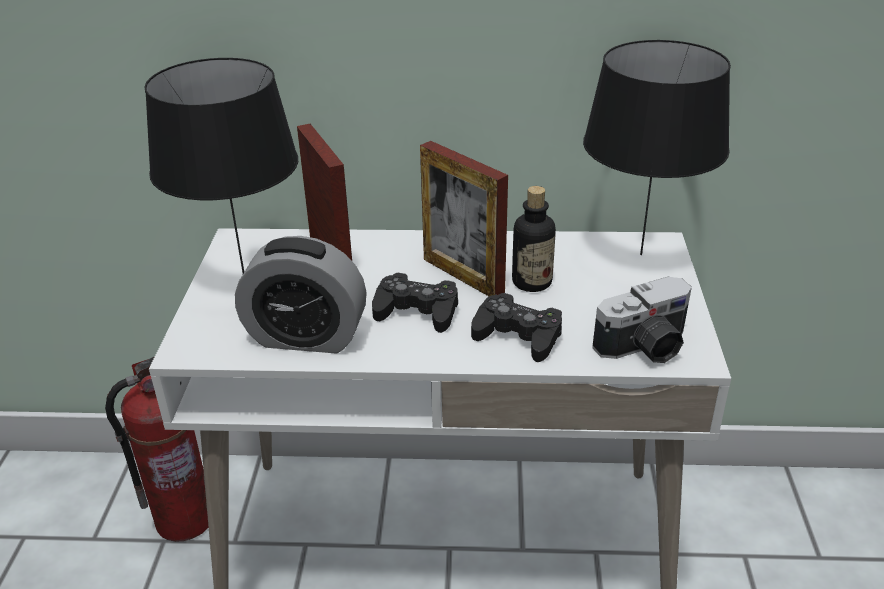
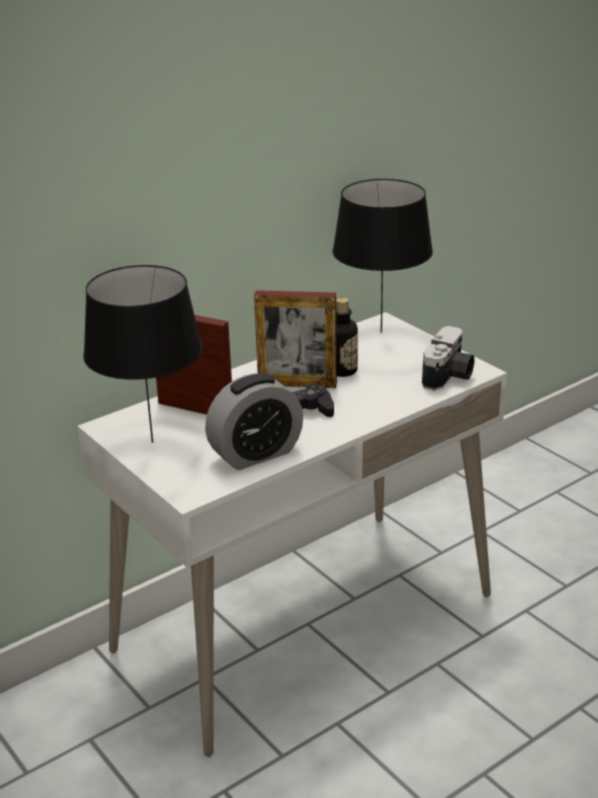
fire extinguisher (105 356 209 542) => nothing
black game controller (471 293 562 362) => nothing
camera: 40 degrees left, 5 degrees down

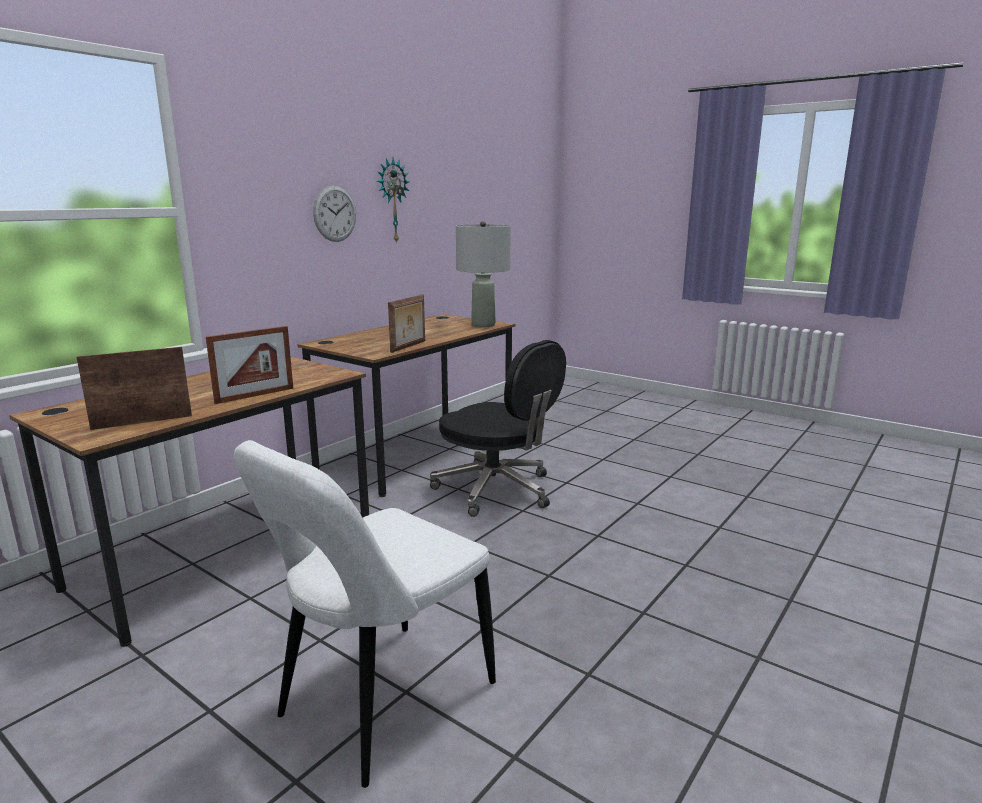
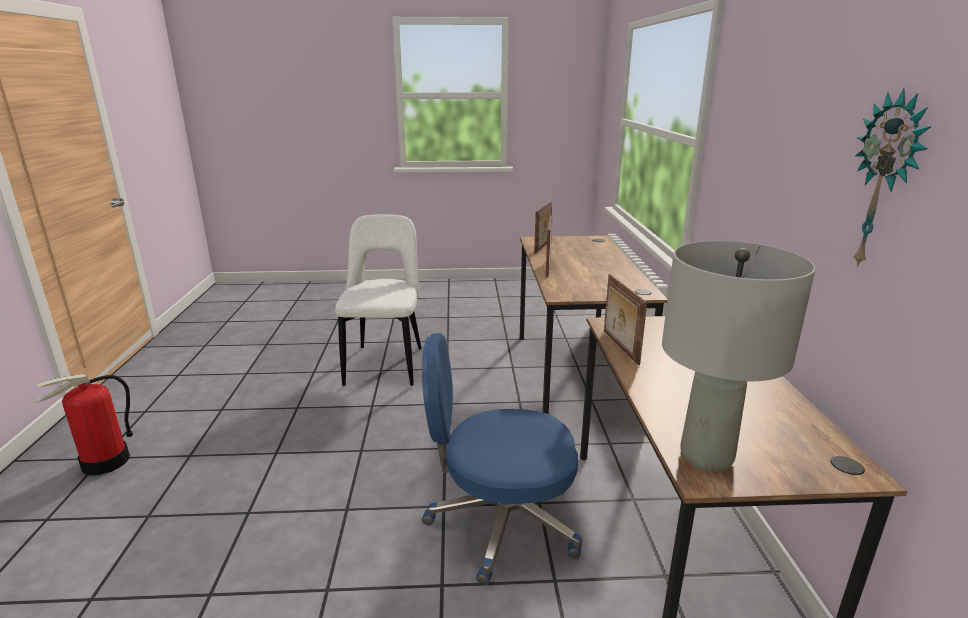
nothing => fire extinguisher (35 374 133 476)
black office chair (430 340 566 517) => blue office chair (422 333 582 585)
wall clock (313 186 356 242) => nothing
camera: 140 degrees right, 5 degrees up

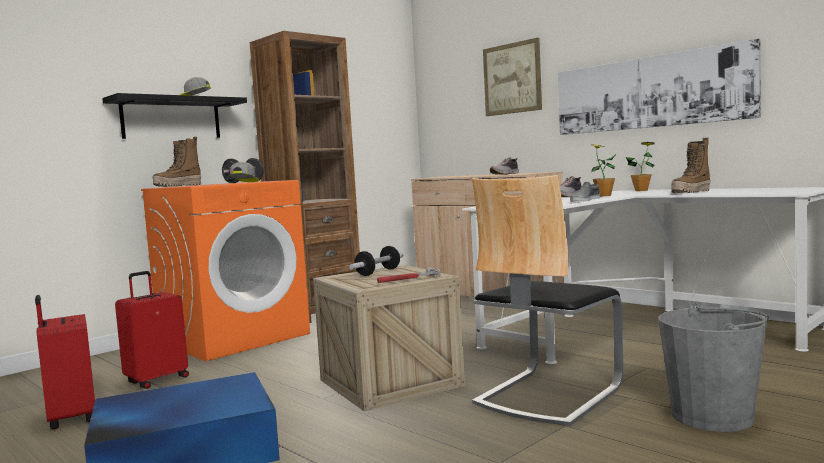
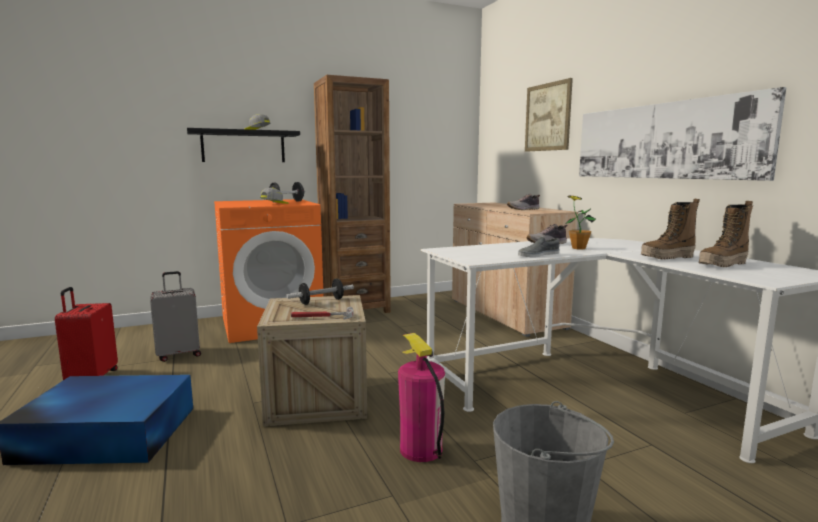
red suitcase (115 271 189 389) => grey suitcase (150 271 201 362)
chair (472 175 623 426) => fire extinguisher (398 333 445 462)
boot (153 137 201 187) => boot (699 201 753 267), relocated
potted plant (626 142 654 191) => nothing
camera: 20 degrees right, 5 degrees up

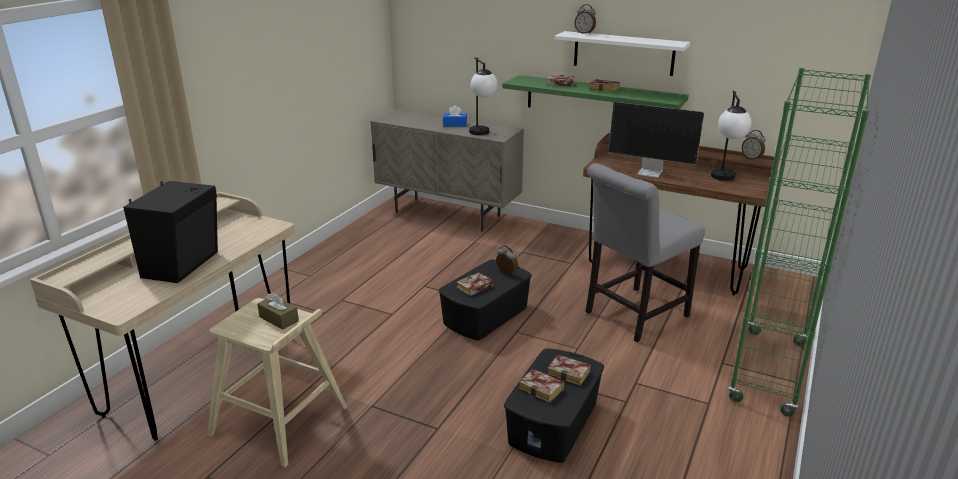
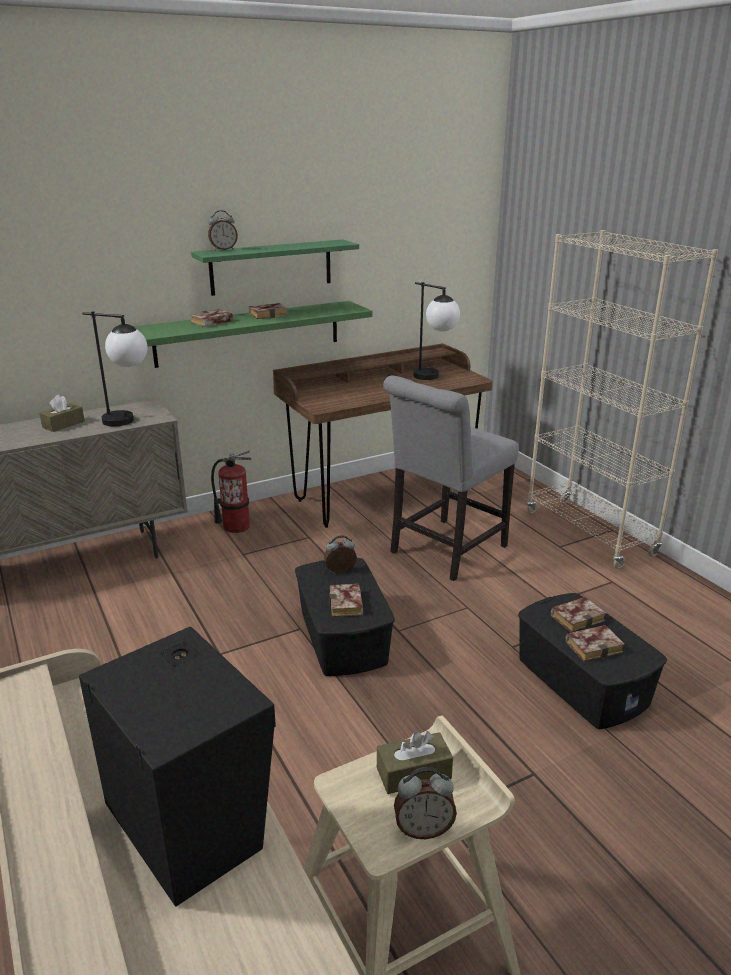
blue tissue box (443 105 467 127) => brown tissue box (39 395 85 432)
white shelf (554 31 690 76) => green shelf (191 239 359 296)
nothing => fire extinguisher (211 450 251 533)
grey chair (586 163 705 342) => grey chair (383 375 519 581), 45 degrees clockwise
alarm clock (742 130 766 161) => alarm clock (394 767 457 839), relocated
green bookcase (728 68 871 416) => beige bookcase (526 230 718 569)
monitor (608 102 705 178) => nothing
camera: 55 degrees left, 0 degrees up

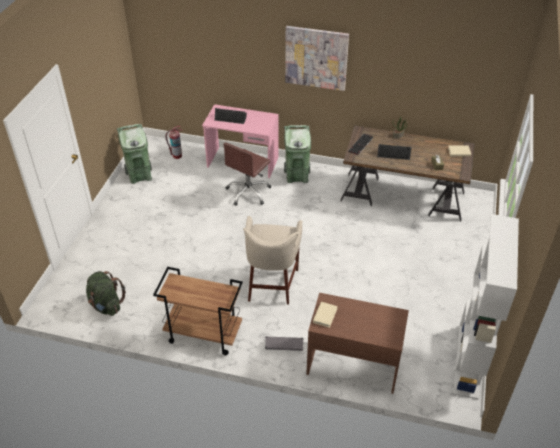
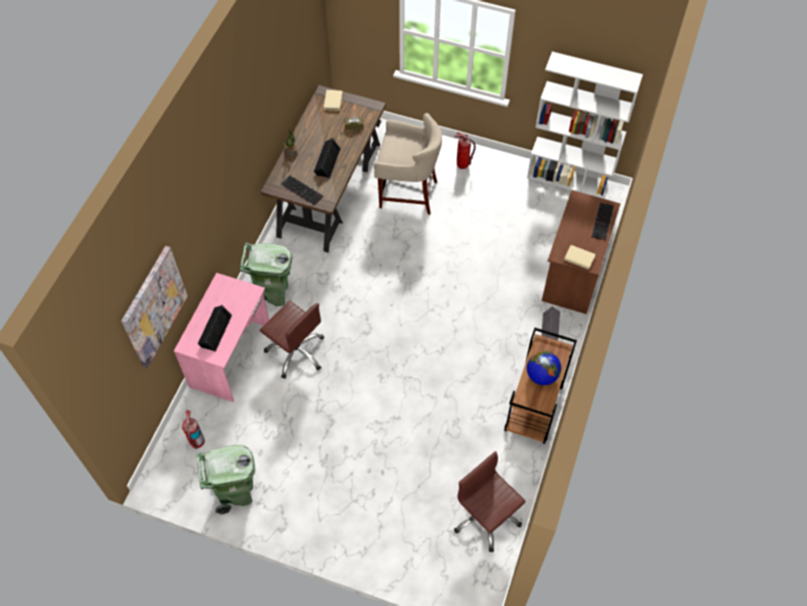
picture (285 26 349 91) => picture (121 246 187 368), relocated
beige stool (243 216 303 304) => beige stool (374 113 442 215), relocated
nothing => fire extinguisher (454 132 476 169)
green backpack (86 271 126 316) => brown office chair (454 451 526 552)
nothing => globe (527 351 561 385)
nothing => keyboard (592 203 614 241)
camera: 85 degrees left, 15 degrees up

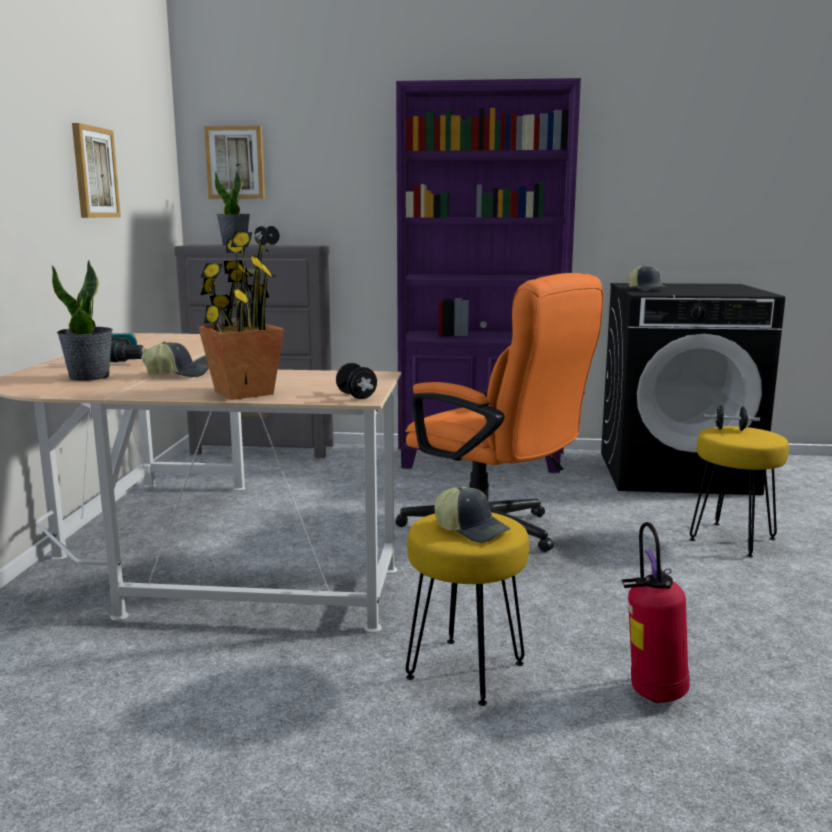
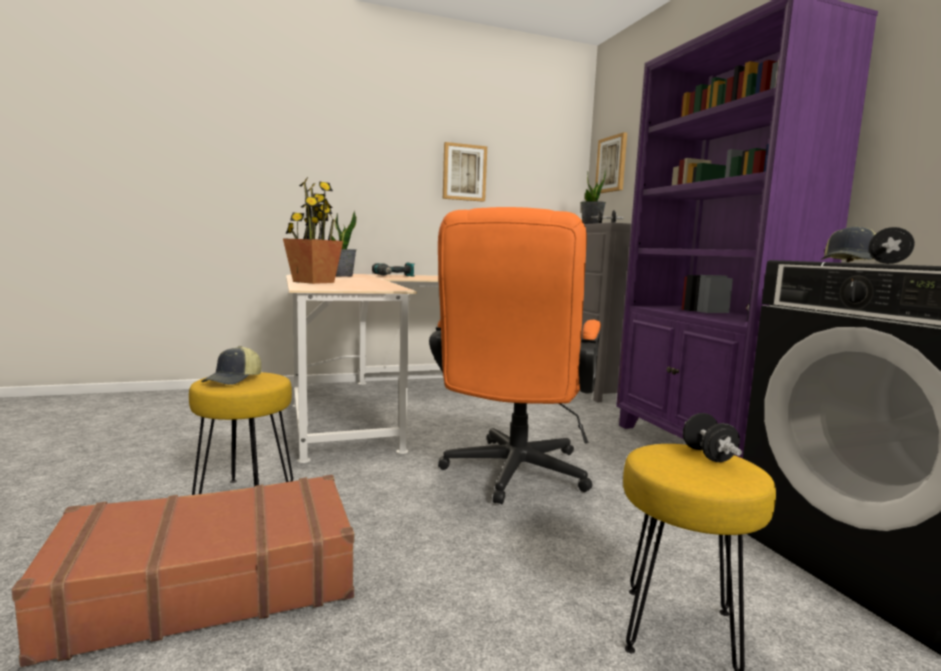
fire extinguisher (622 522 690 703) => brown suitcase (12 475 354 667)
black dumbbell (336 363 377 399) => black dumbbell (869 227 915 264), relocated
cap (141 342 209 377) => nothing
camera: 65 degrees right, 5 degrees down

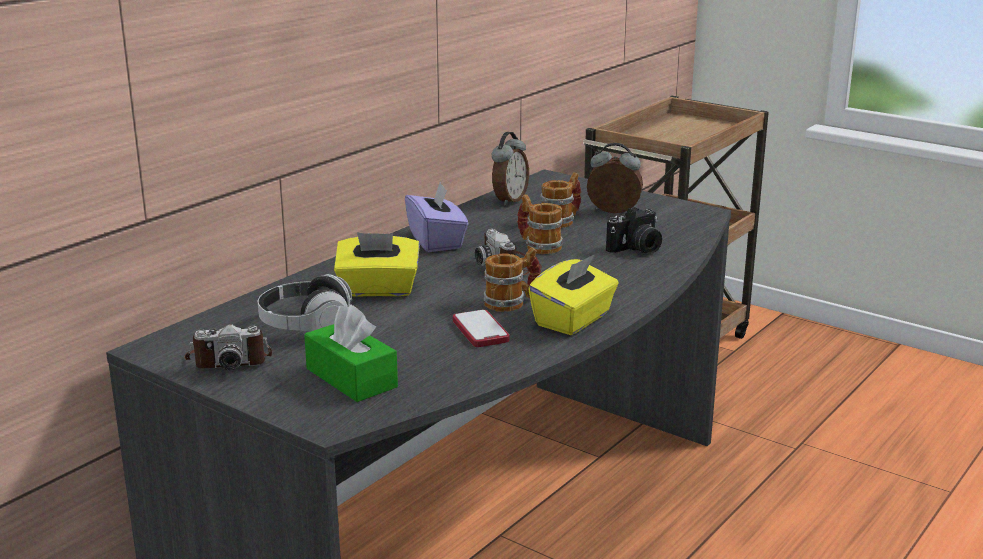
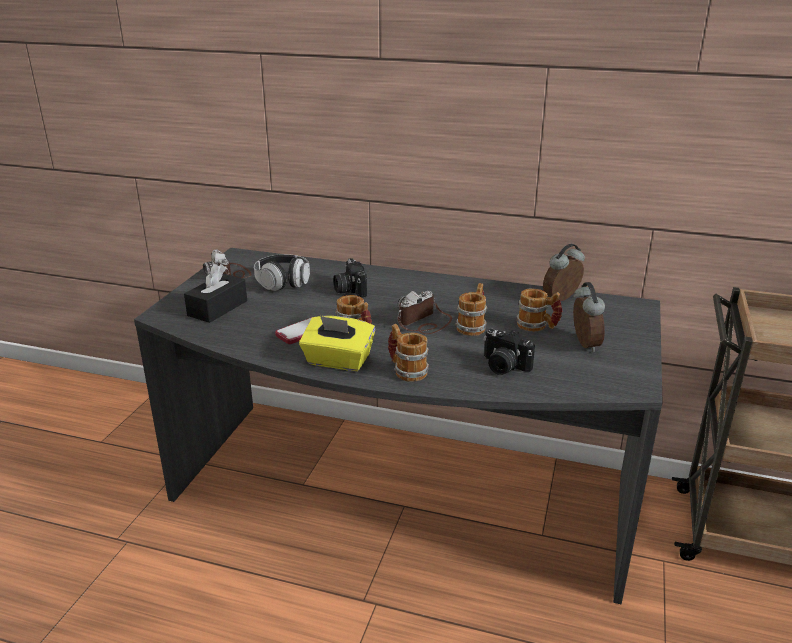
green tissue box (304 304 398 402) => black tissue box (184 264 247 323)
yellow tissue box (334 232 420 297) => photo camera (333 258 367 298)
nothing => mug (388 324 429 382)
alarm clock (492 132 529 206) => alarm clock (543 244 585 301), 135 degrees clockwise
purple tissue box (405 182 468 252) => nothing
camera: 70 degrees right, 5 degrees up

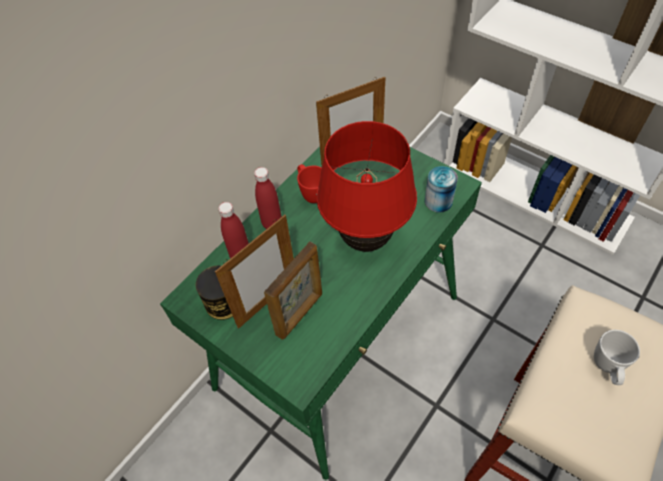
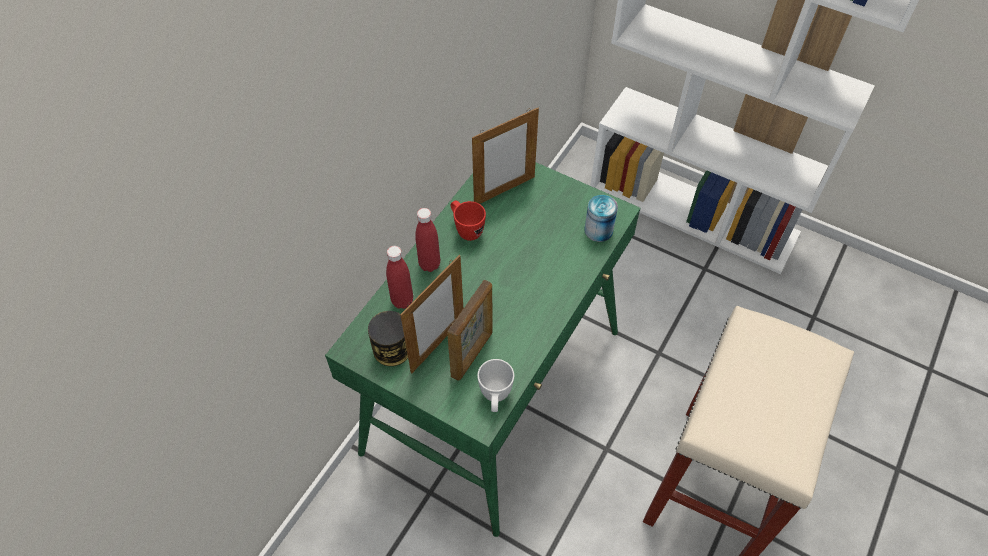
white mug (594 330 640 385) => white mug (477 359 514 412), relocated
red table lamp (317 121 417 252) => nothing
camera: 10 degrees left, 0 degrees up

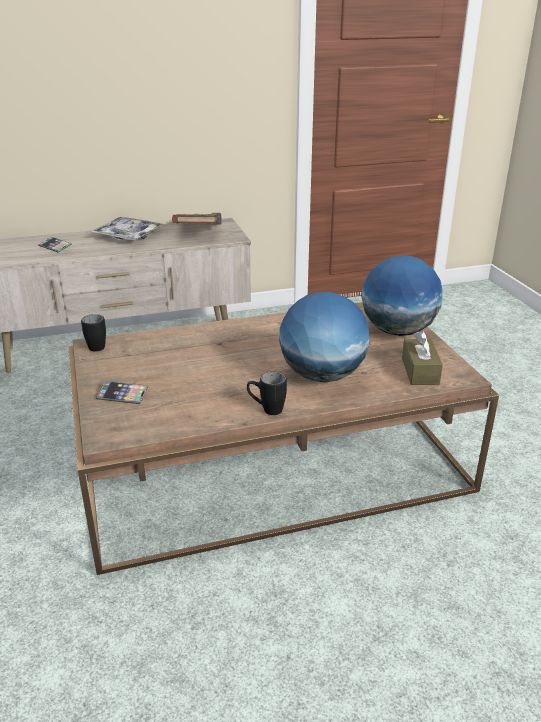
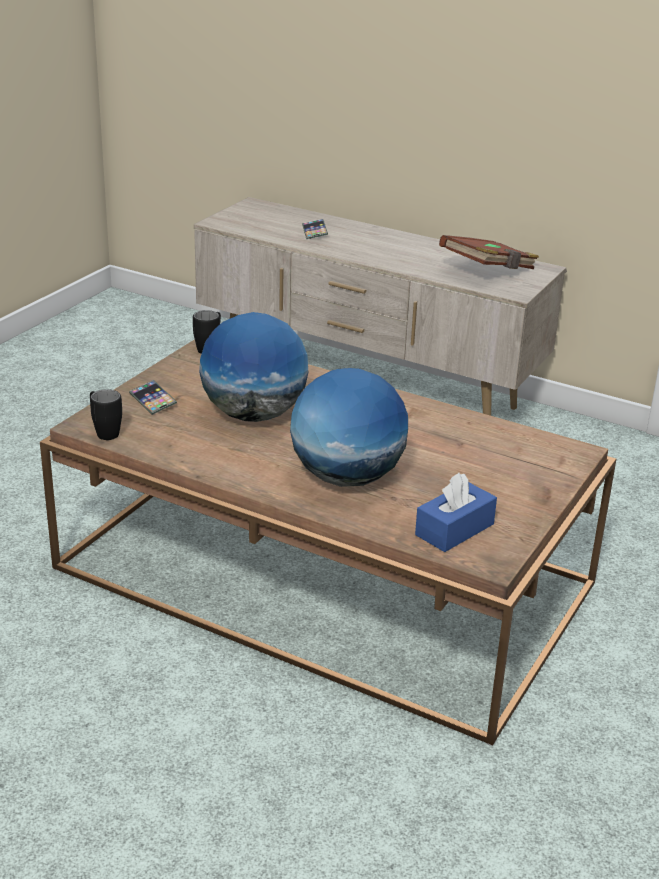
black mug (247 372 287 415) => black mug (90 389 122 440), relocated
globe (361 255 443 336) => globe (199 312 308 422), relocated
brown tissue box (402 331 443 385) => blue tissue box (415 473 497 552)
tray (91 217 163 240) => nothing
camera: 45 degrees right, 0 degrees up

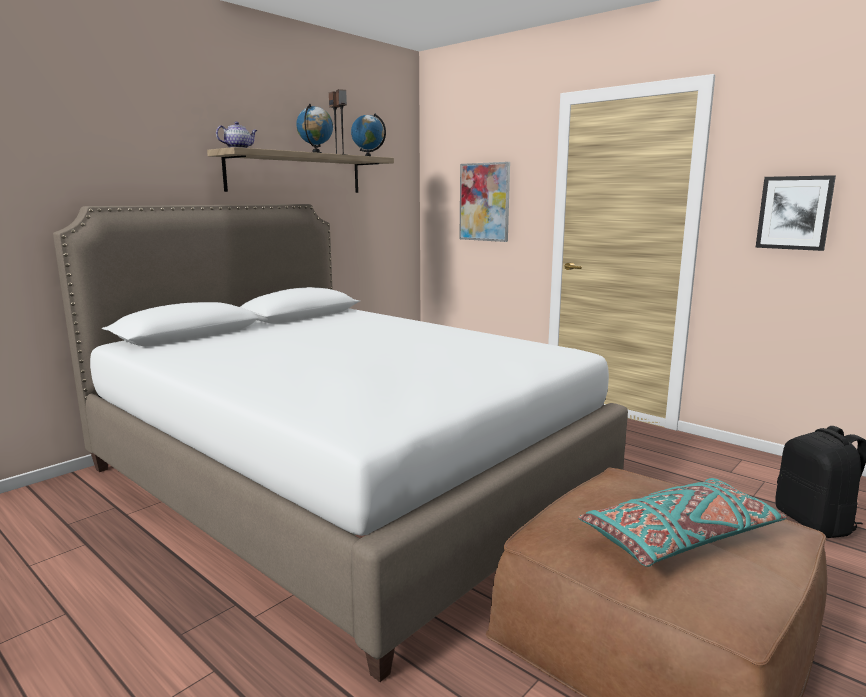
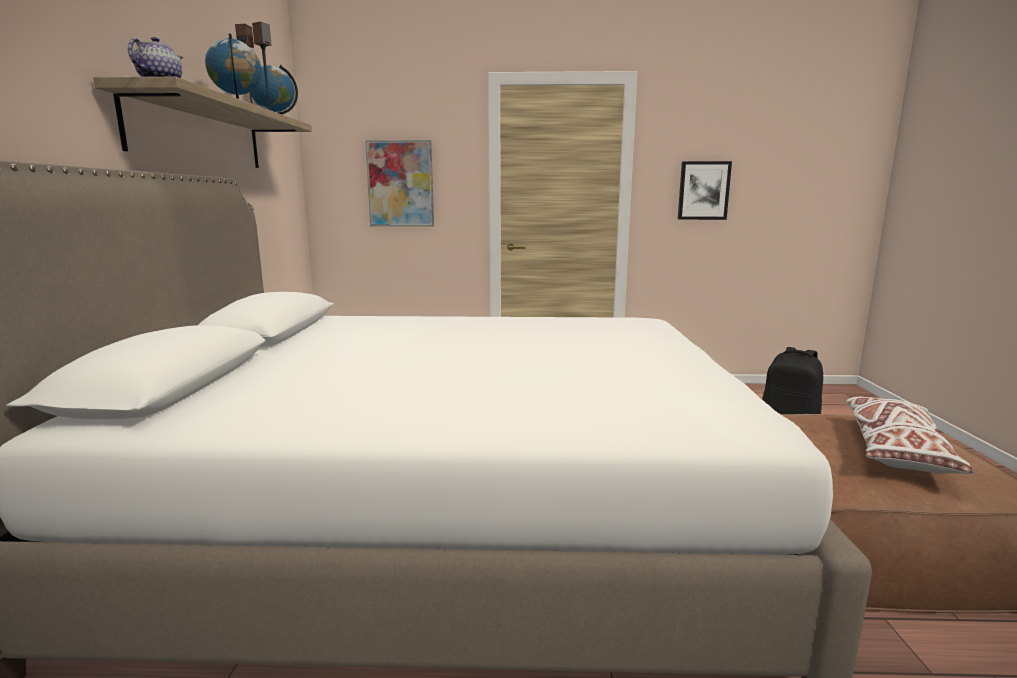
turquoise pillow (578 478 787 567) => white pillow (847 397 974 474)
camera: 40 degrees left, 0 degrees up

